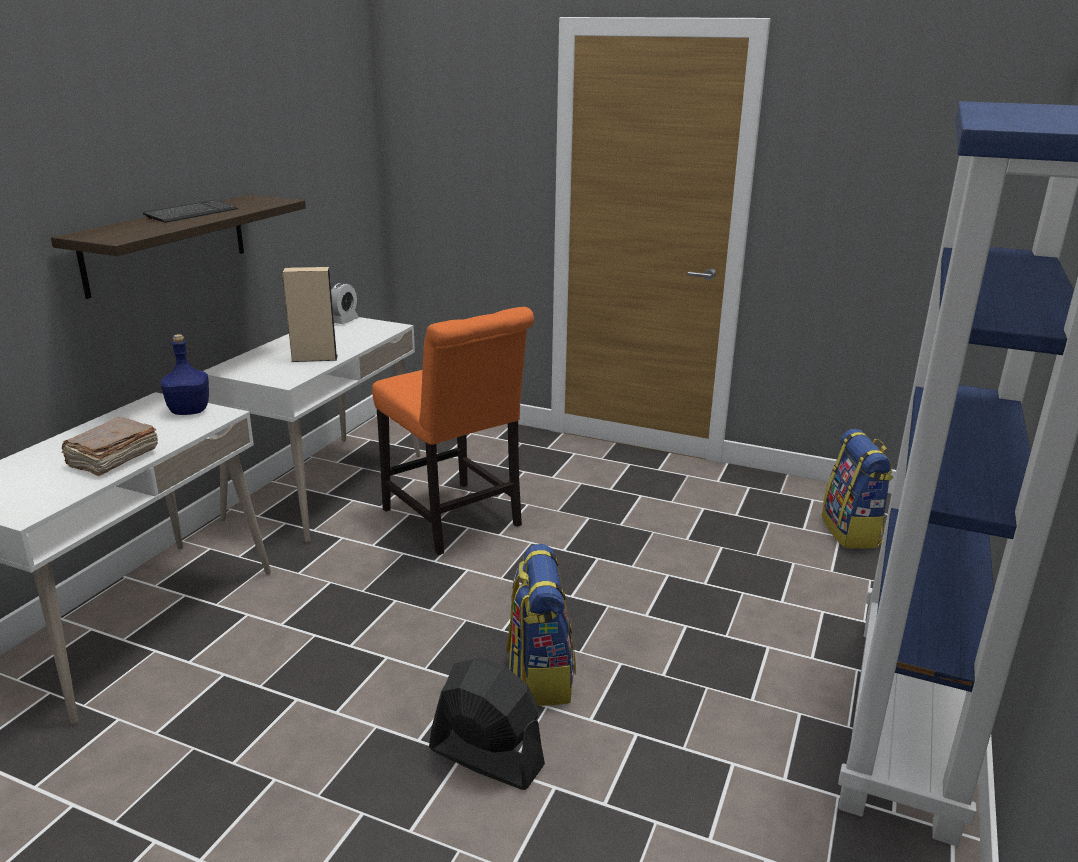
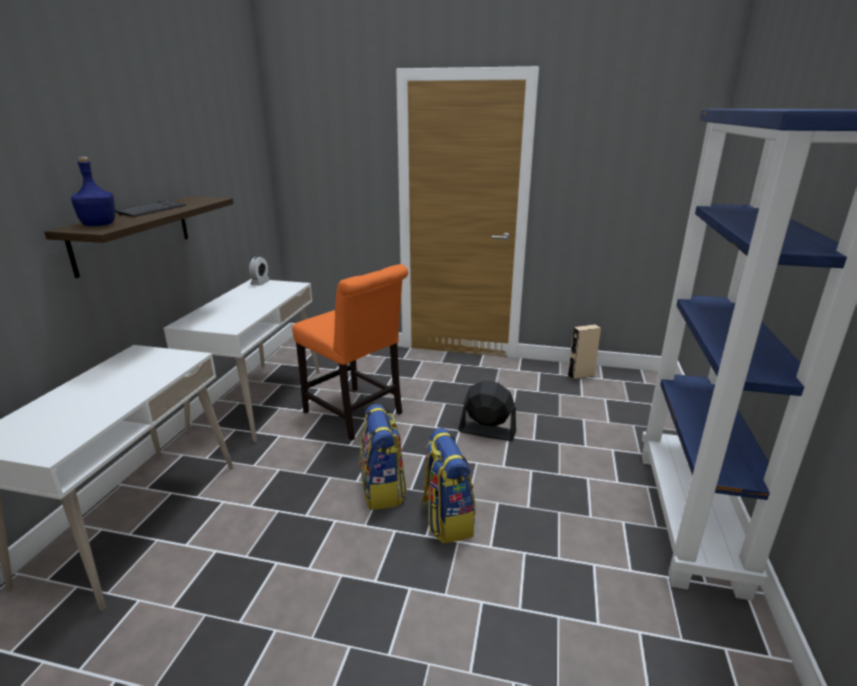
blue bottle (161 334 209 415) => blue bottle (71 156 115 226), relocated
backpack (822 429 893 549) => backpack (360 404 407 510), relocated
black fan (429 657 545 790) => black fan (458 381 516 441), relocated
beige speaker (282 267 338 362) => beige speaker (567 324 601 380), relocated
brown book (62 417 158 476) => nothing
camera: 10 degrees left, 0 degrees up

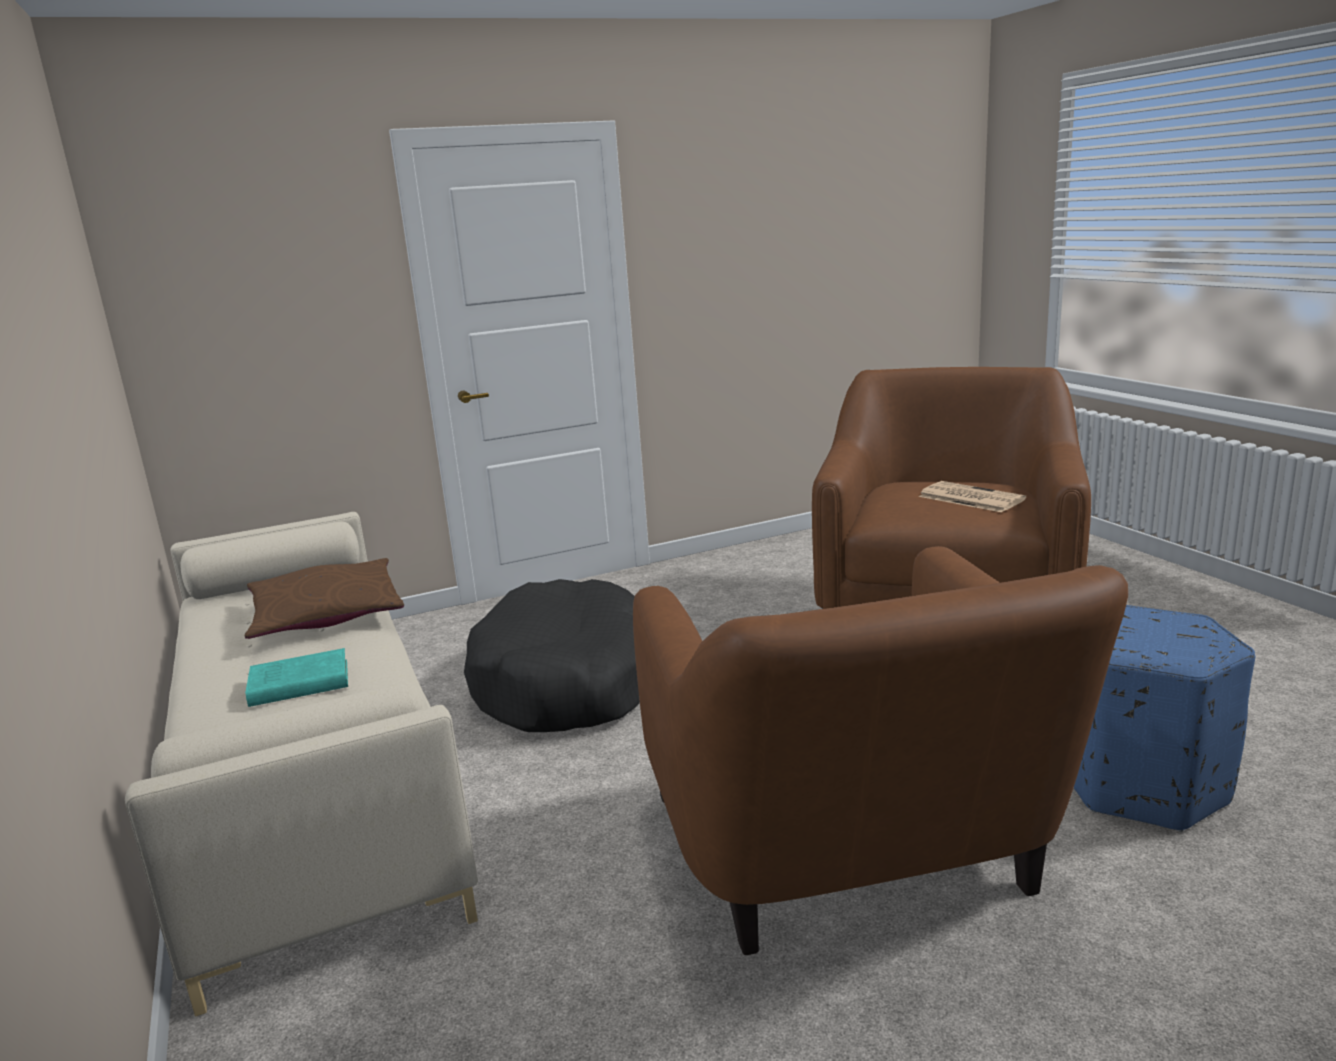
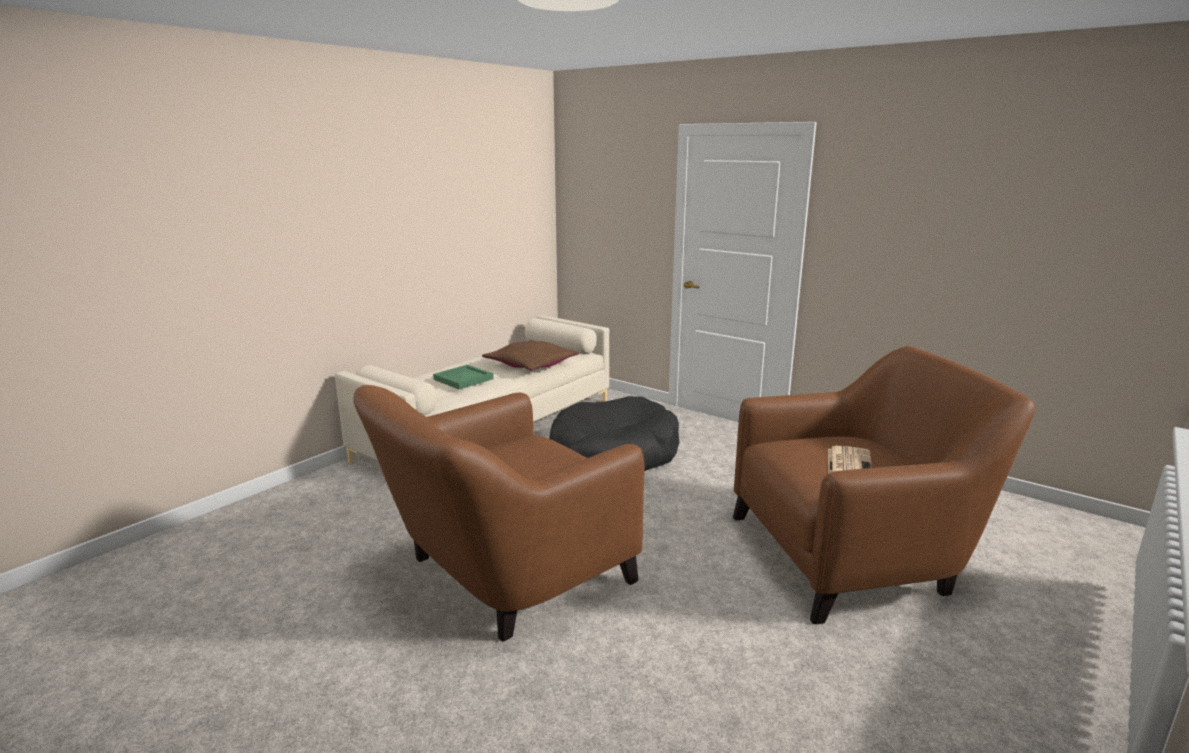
turquoise book (245 648 348 707) => green tray (433 365 494 390)
blue ottoman (1074 605 1255 832) => nothing
camera: 60 degrees right, 0 degrees up

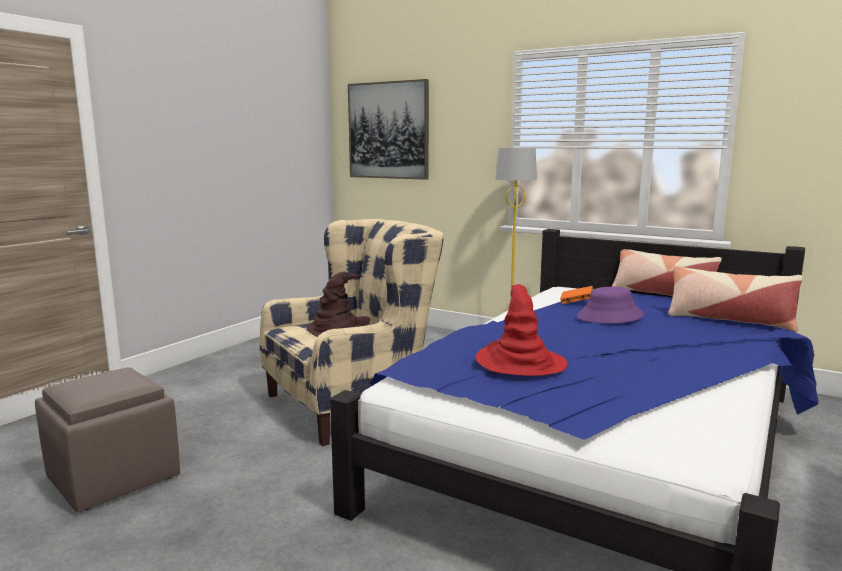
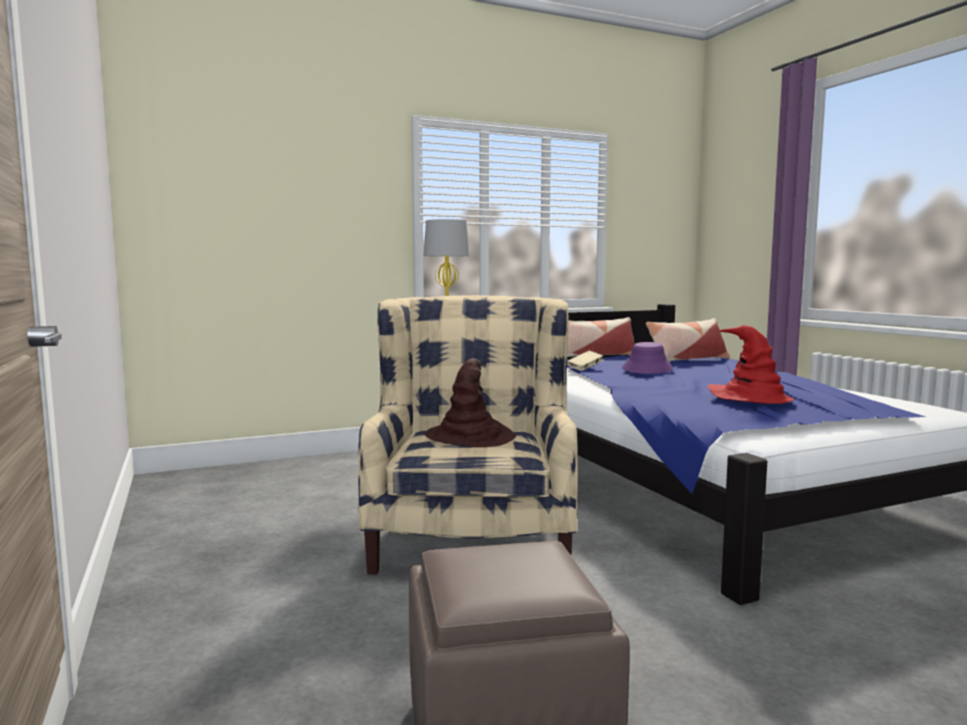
orange book (560 286 594 304) => beige book (567 351 603 371)
picture (348 79 429 180) => nothing
camera: 55 degrees left, 5 degrees down

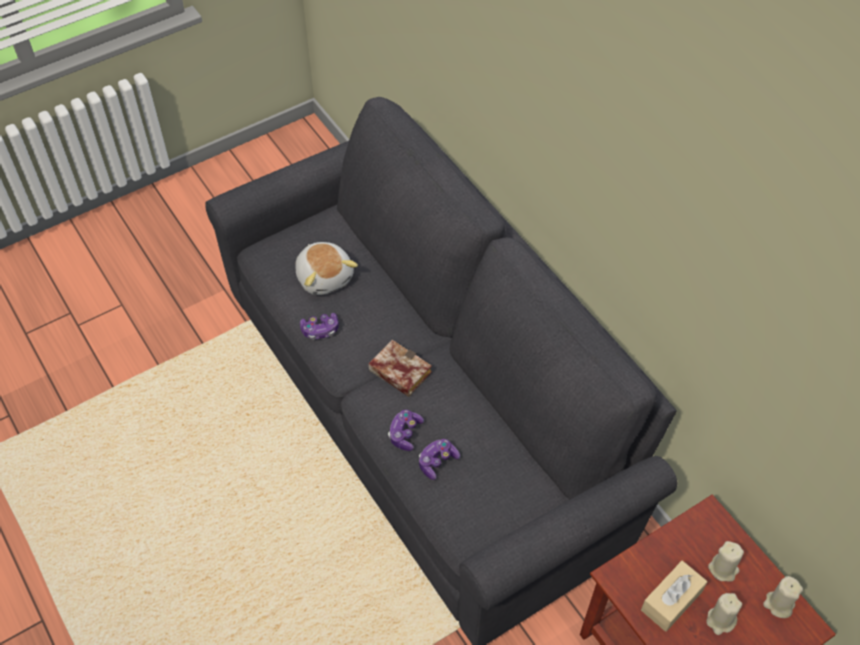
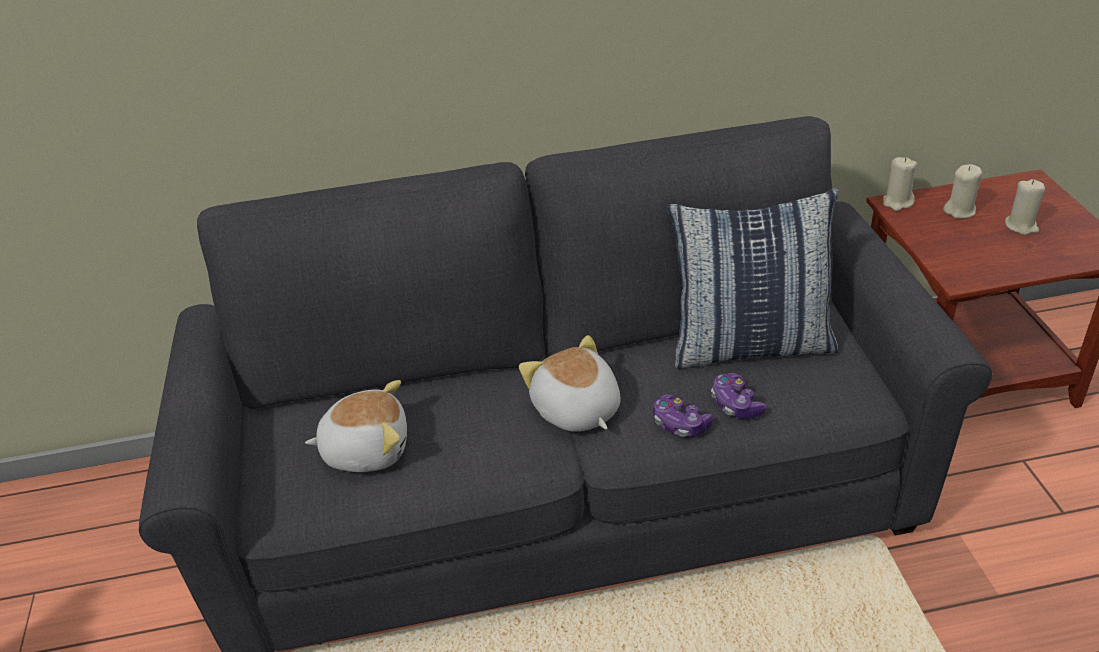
book (368 340 432 397) => plush toy (519 335 620 432)
nothing => pillow (667 188 839 369)
beige candle (763 576 803 618) => beige candle (883 157 917 211), relocated
game controller (300 313 339 340) => nothing
beige tissue box (641 561 707 632) => nothing
camera: 65 degrees left, 15 degrees down

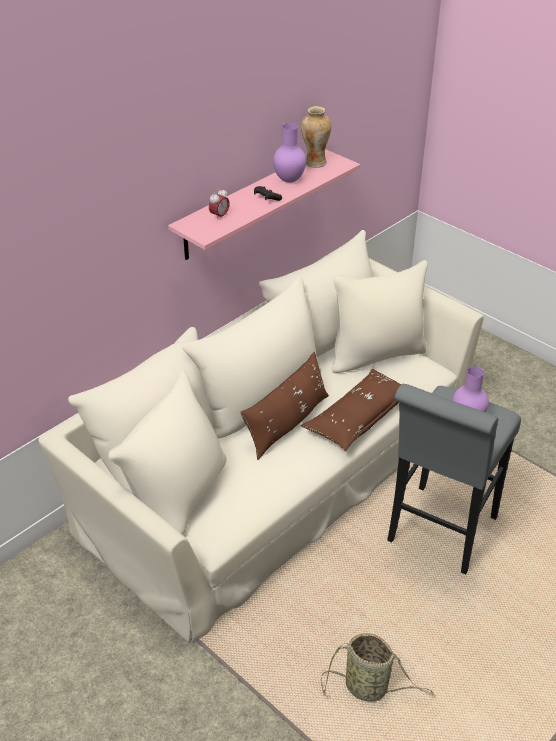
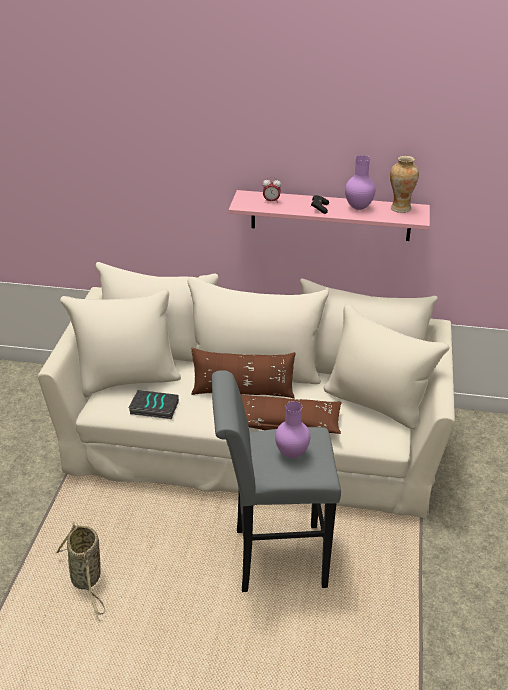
nothing => book (128 390 179 419)
camera: 55 degrees right, 5 degrees down

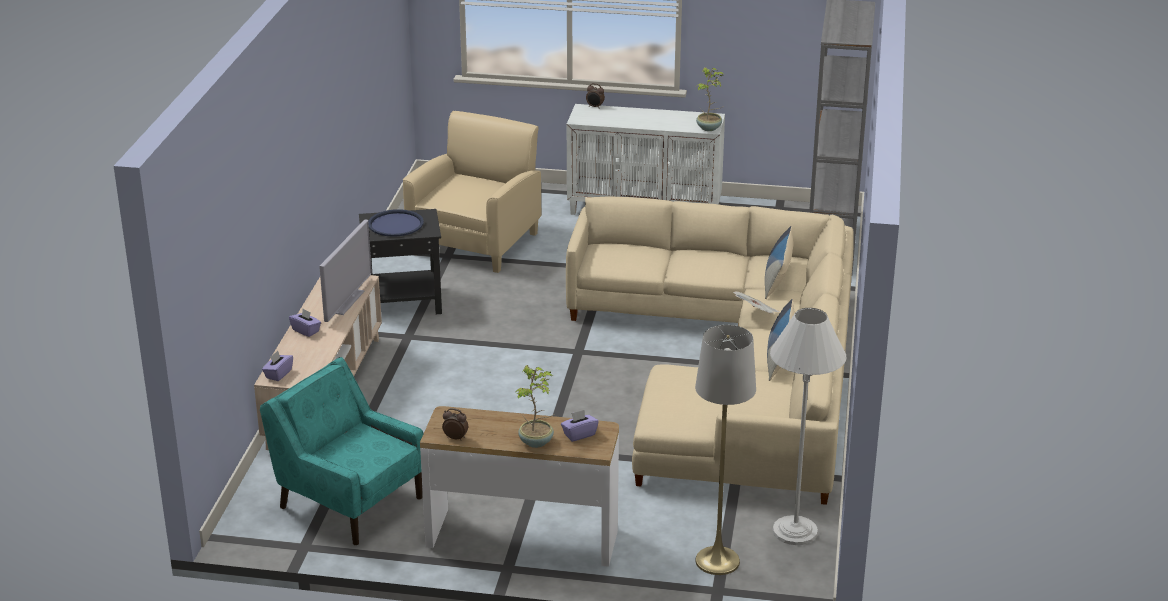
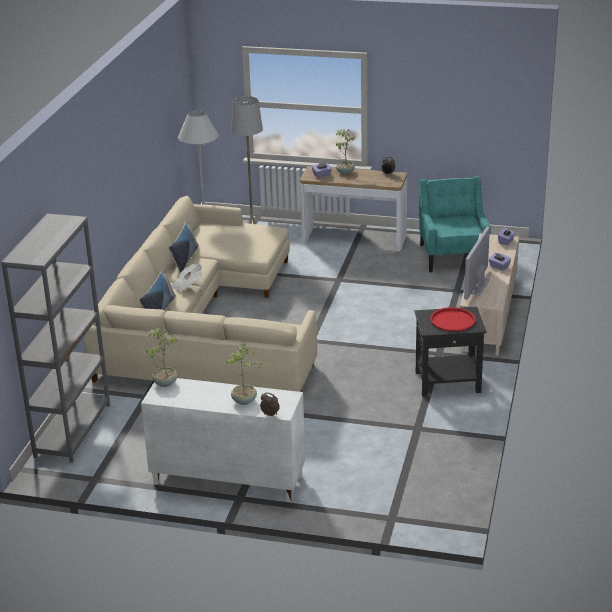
nothing => potted plant (226 343 262 405)
turquoise armchair (260 357 423 545) => turquoise armchair (419 176 491 272), 135 degrees counterclockwise
blue tray (368 209 424 237) => red tray (430 307 476 331)
beige armchair (403 111 541 273) => nothing
camera: 175 degrees left, 0 degrees up

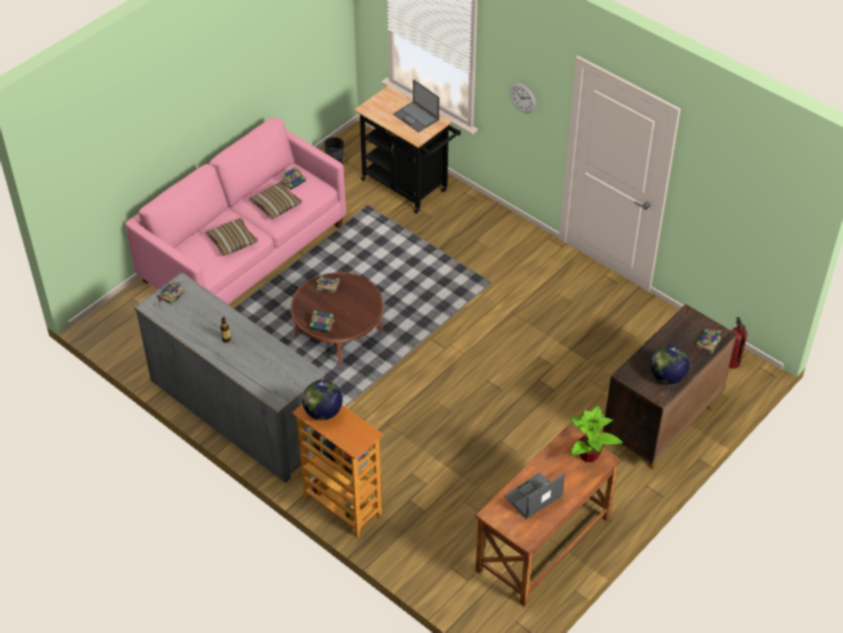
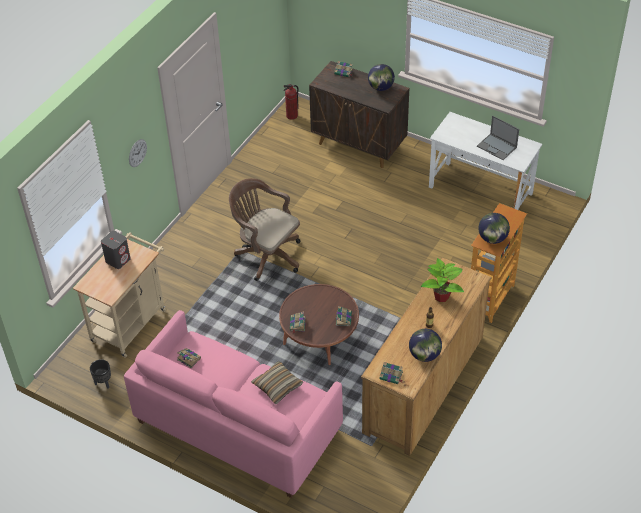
black cart (354 86 461 214) => beige cart (73 232 166 358)
laptop (393 79 440 133) => grey speaker (101 231 131 269)
nothing => brown office chair (229 178 300 281)
grey dresser (134 272 326 483) => brown dresser (361 258 492 456)
nothing => globe (409 329 442 362)
potted plant (570 405 623 462) => potted plant (421 258 464 302), relocated
brown desk (475 425 621 606) => white desk (429 112 542 210)
pillow (249 182 302 219) => nothing
camera: 100 degrees left, 0 degrees up

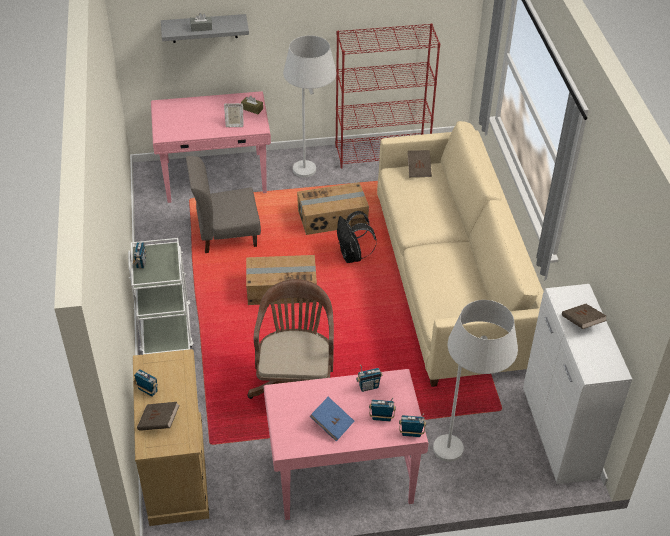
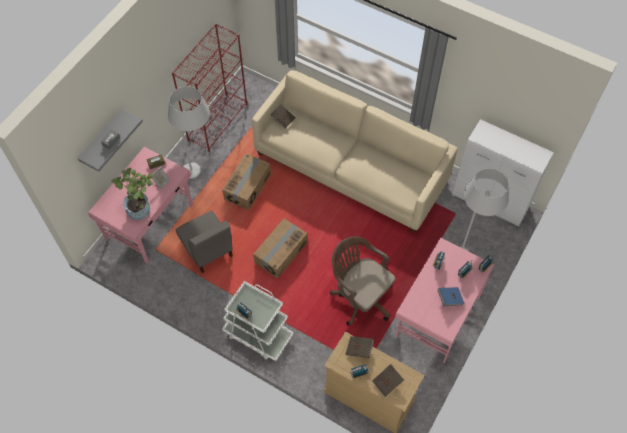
nothing => potted plant (111 168 153 220)
grey chair (186 156 261 253) => grey chair (176 210 233 273), 60 degrees counterclockwise
brown book (562 304 607 329) => brown book (346 336 374 358), relocated
black backpack (337 211 377 263) => nothing
camera: 50 degrees left, 15 degrees up

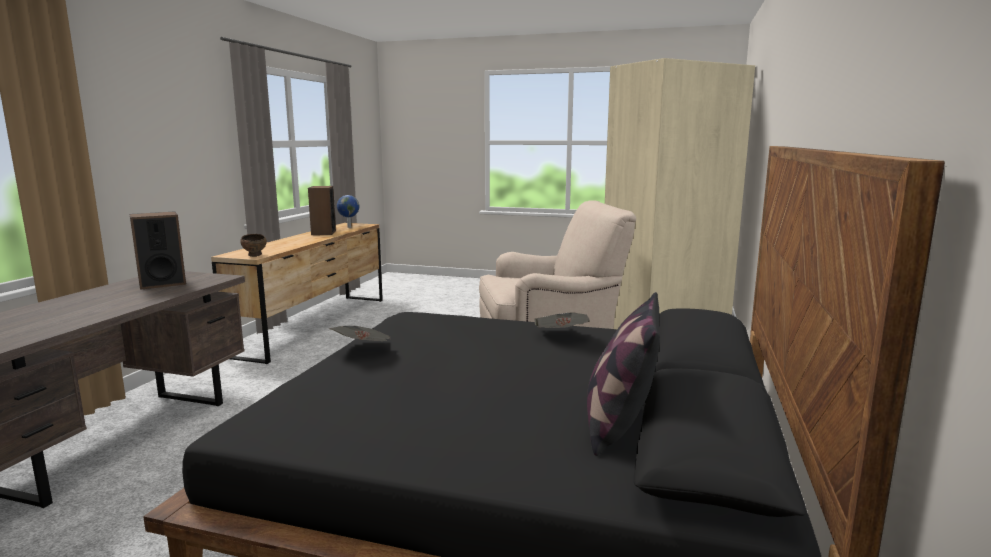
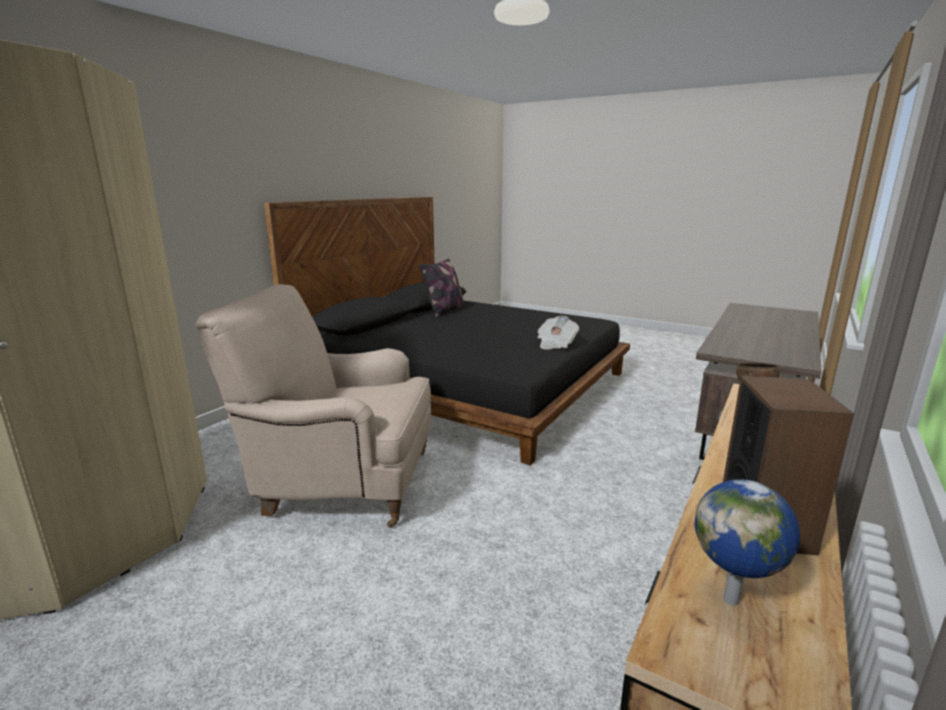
speaker (130 211 186 290) => nothing
newspaper (534 312 590 328) => nothing
camera: 165 degrees left, 5 degrees up

